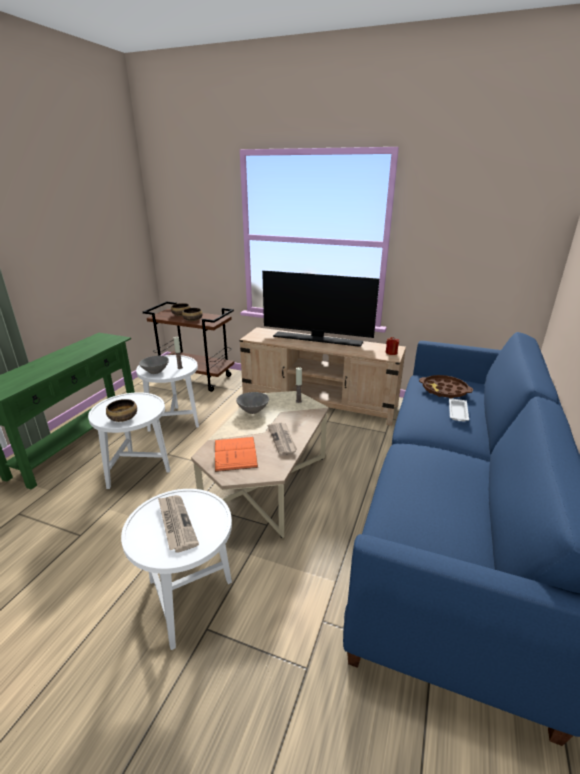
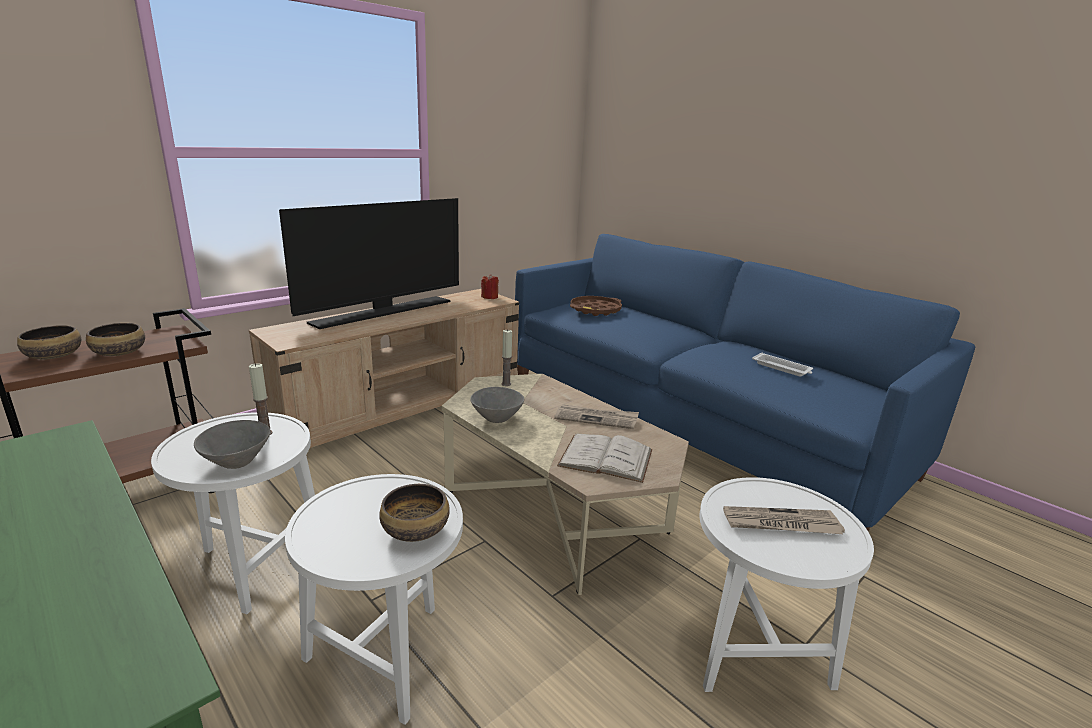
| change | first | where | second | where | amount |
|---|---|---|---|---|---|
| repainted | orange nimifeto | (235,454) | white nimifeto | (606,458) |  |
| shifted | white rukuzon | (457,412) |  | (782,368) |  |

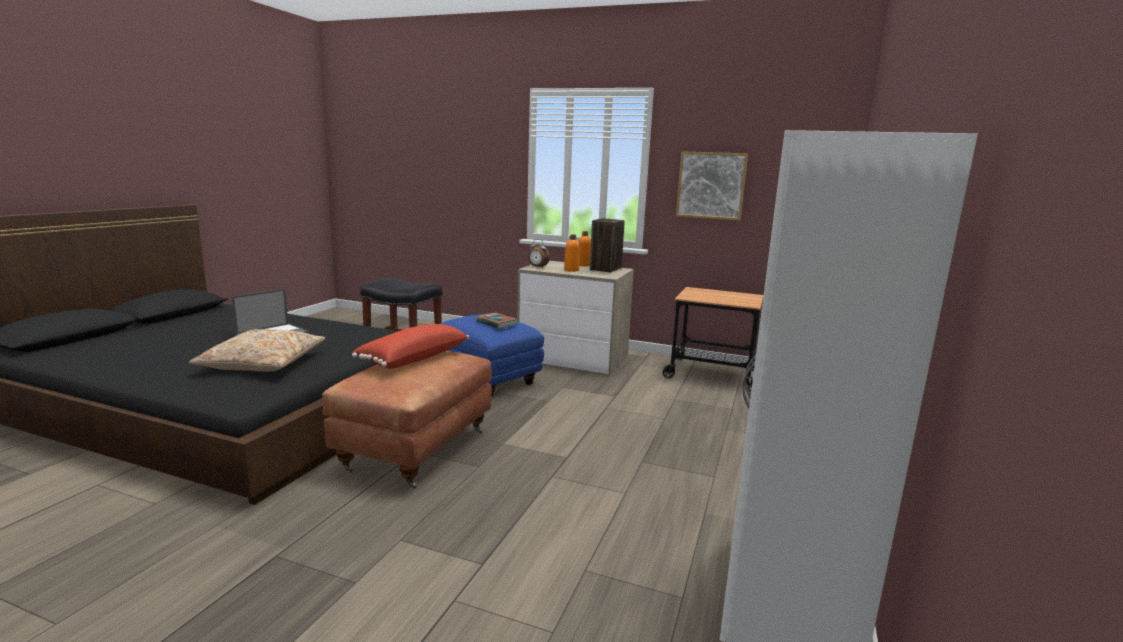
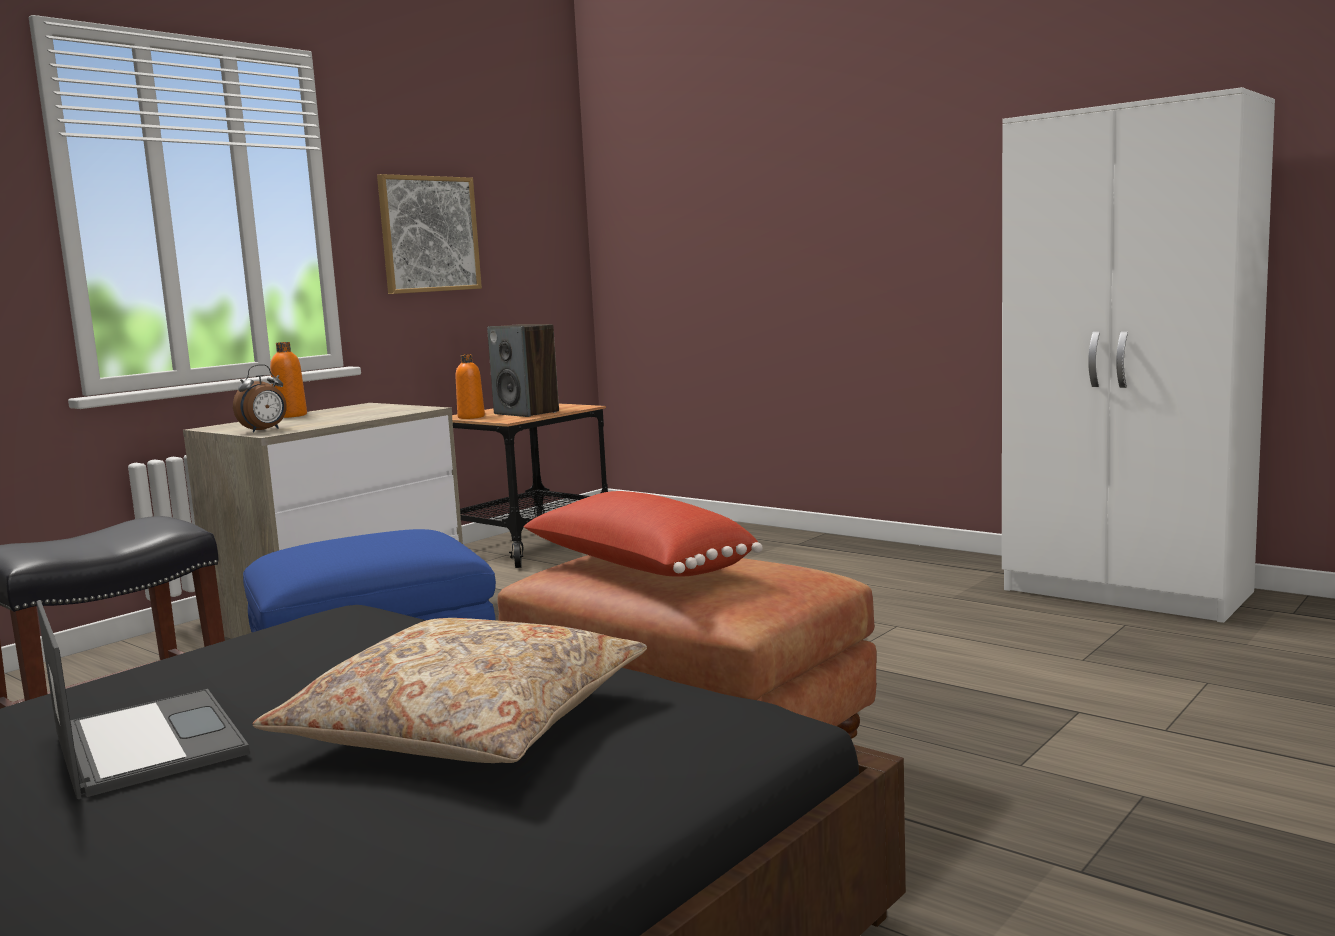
| change | first | where | second | where | amount |
|---|---|---|---|---|---|
| shifted | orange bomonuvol | (571,270) |  | (471,417) |  |
| shifted | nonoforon | (605,269) |  | (527,413) |  |
| gone | nimifeto | (497,323) |  |  |  |

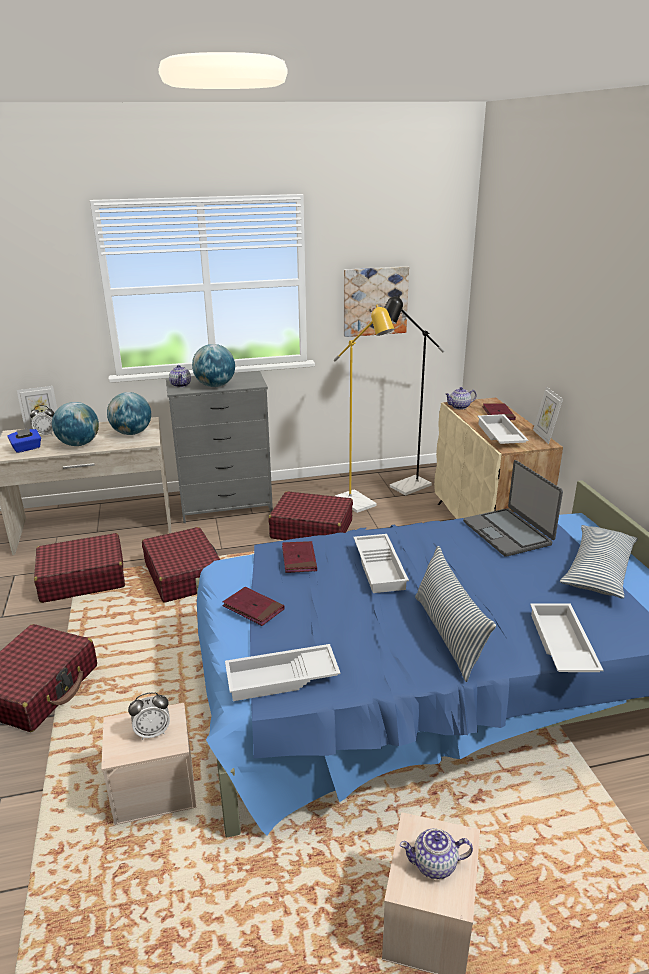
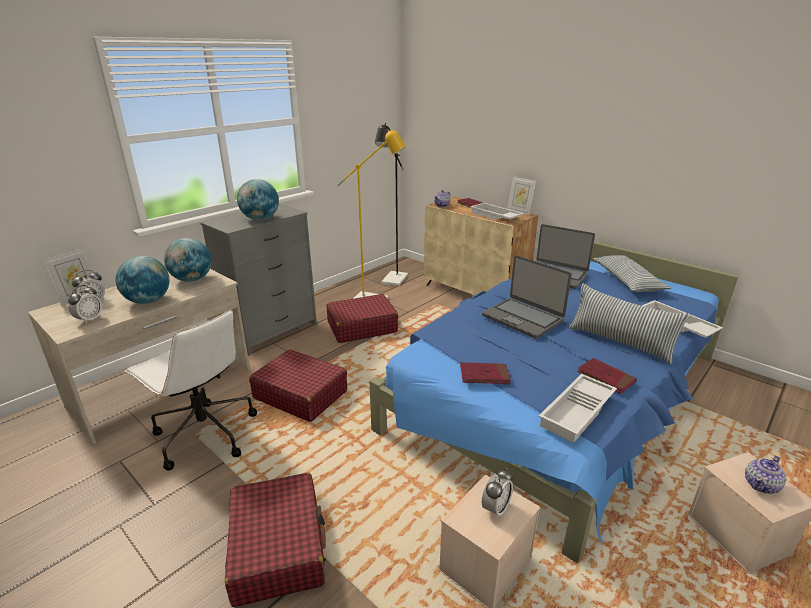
| change | first | where | second | where | amount |
|---|---|---|---|---|---|
| swapped | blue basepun | (27,448) | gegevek | (89,319) |  |
| swapped | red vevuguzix | (82,579) | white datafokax | (204,434) |  |
| swapped | white rukuzon | (381,567) | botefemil | (522,318) |  |
| shifted | red nimifeto | (299,559) |  | (605,377) |  |
| gone | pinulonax | (181,385) |  |  |  |
| gone | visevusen | (375,301) |  |  |  |

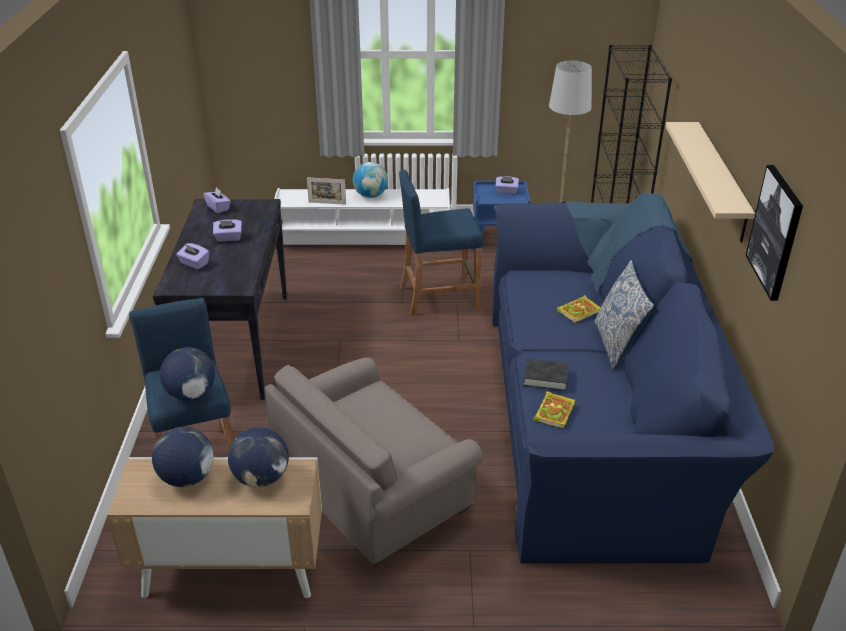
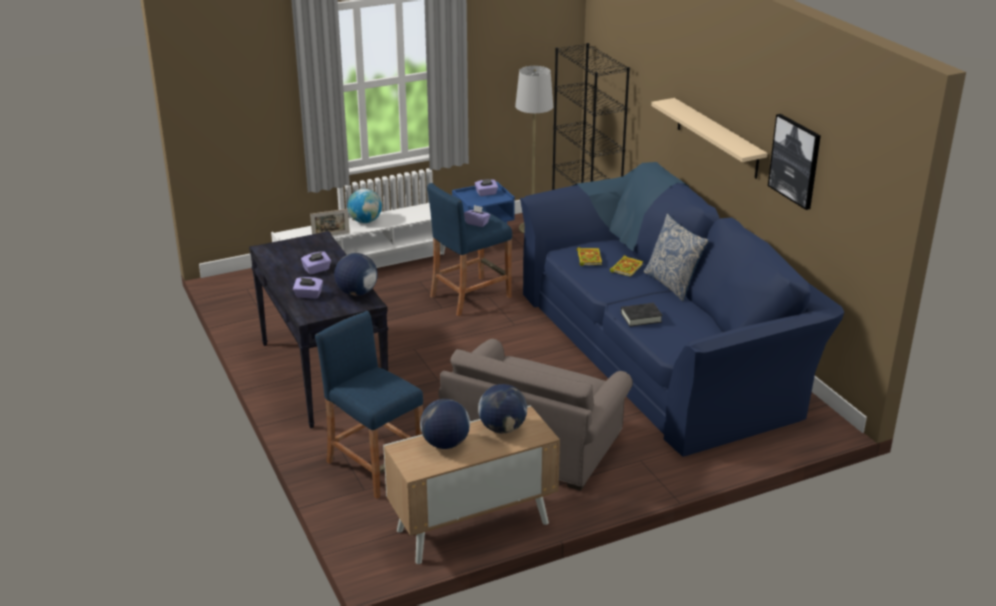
| change | first | where | second | where | amount |
|---|---|---|---|---|---|
| shifted | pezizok | (191,394) |  | (357,293) |  |
| shifted | purple basepun | (218,208) |  | (477,223) |  |
| shifted | nimifeto | (554,411) |  | (588,258) |  |

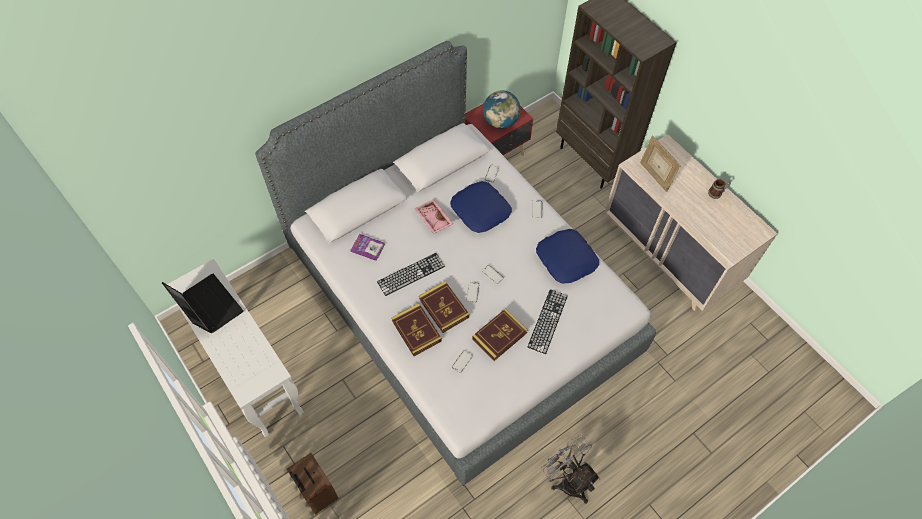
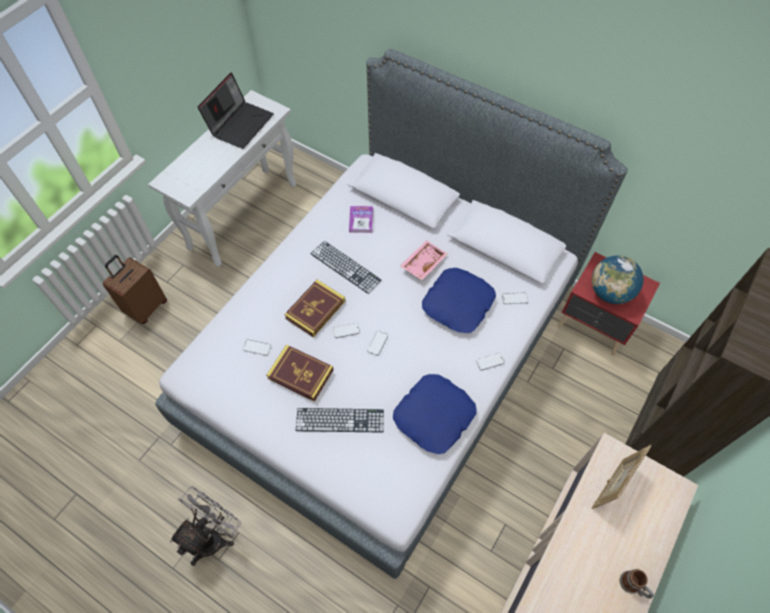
| change | first | where | second | where | amount |
|---|---|---|---|---|---|
| gone | nimifeto | (416,331) |  |  |  |

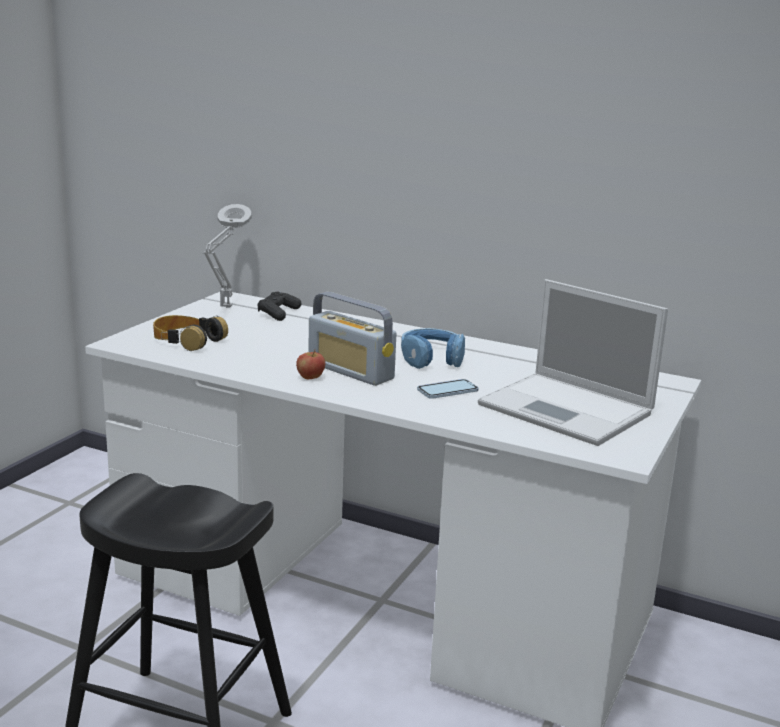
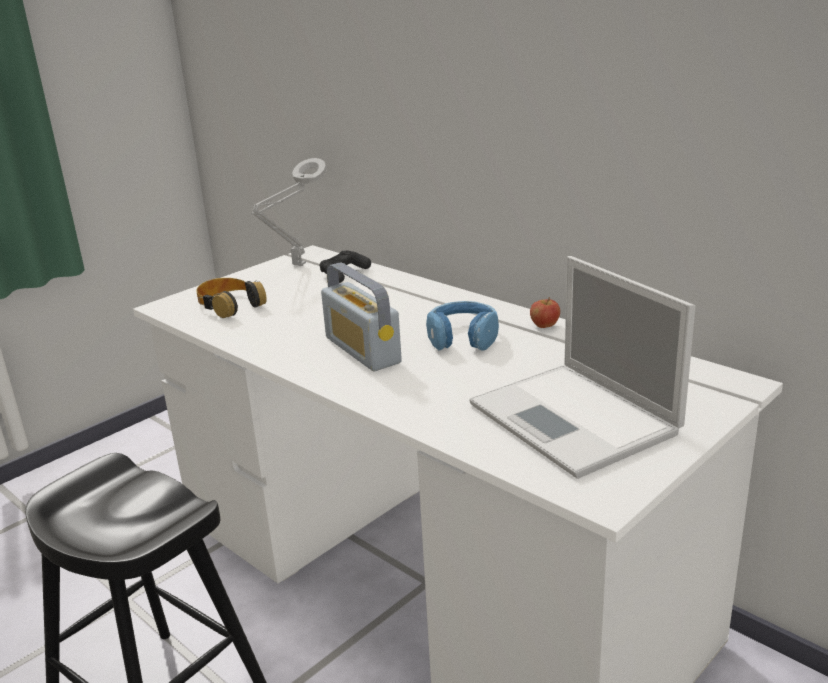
| change | first | where | second | where | amount |
|---|---|---|---|---|---|
| shifted | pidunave | (310,377) |  | (544,326) |  |
| gone | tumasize | (447,391) |  |  |  |

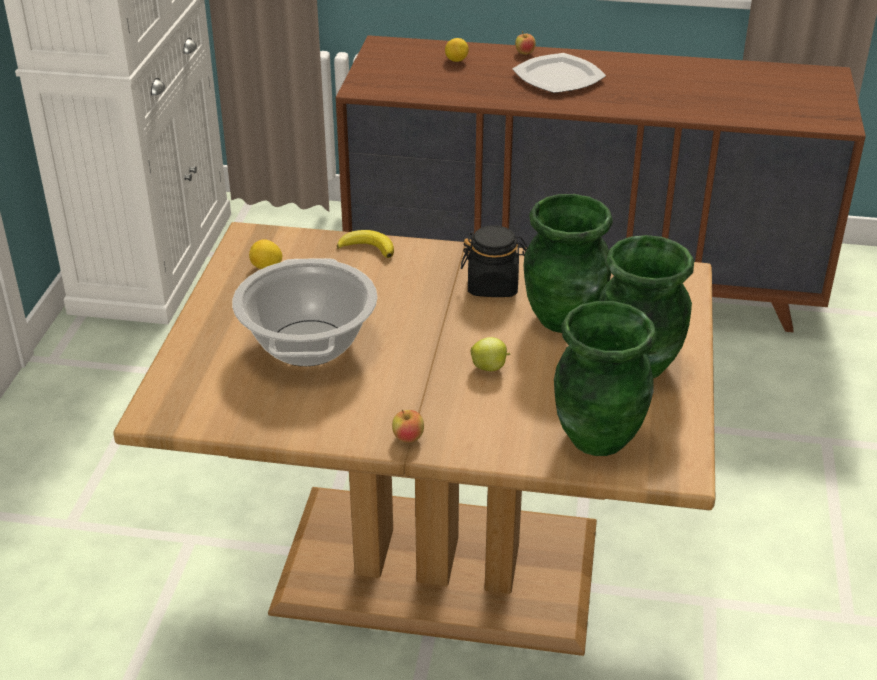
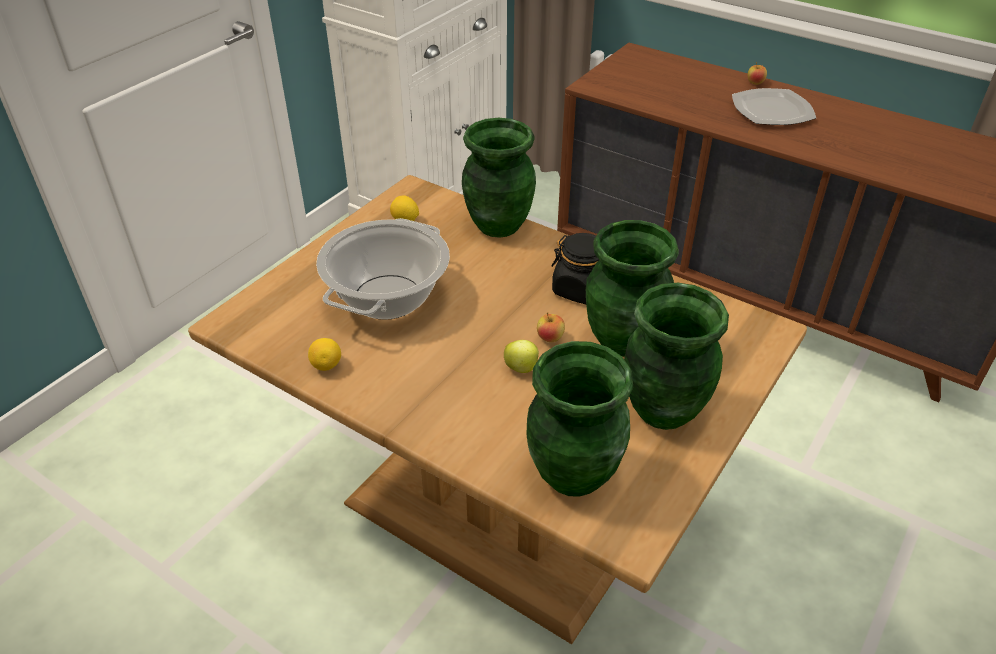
| change | first | where | second | where | amount |
|---|---|---|---|---|---|
| shifted | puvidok | (456,60) |  | (327,365) |  |
| swapped | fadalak | (368,248) | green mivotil | (498,225) |  |
| shifted | pidunave | (408,438) |  | (550,338) |  |

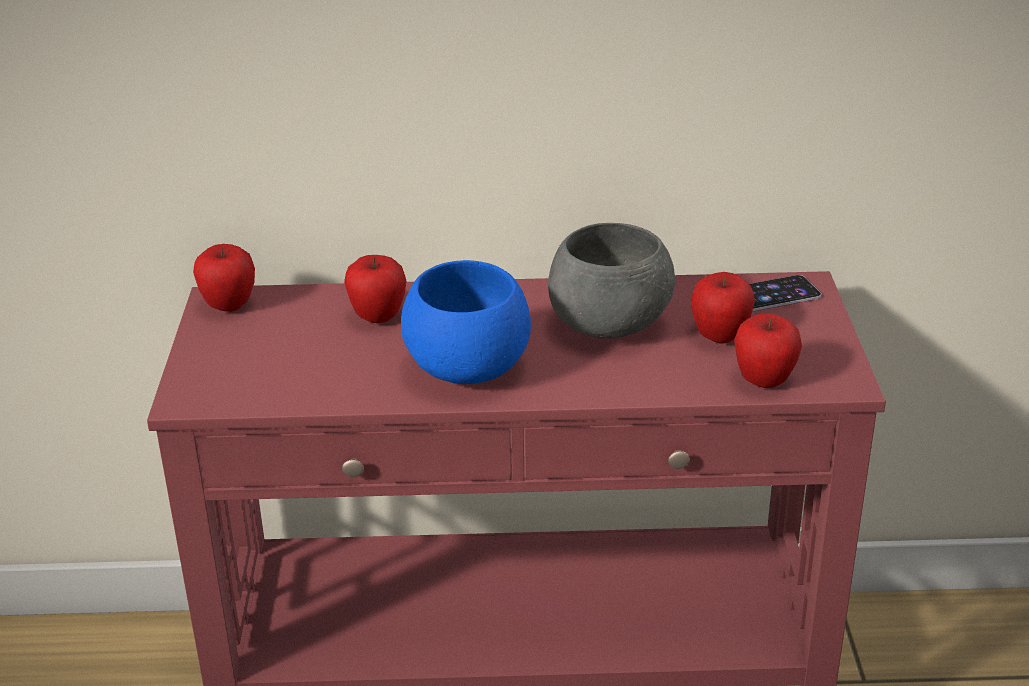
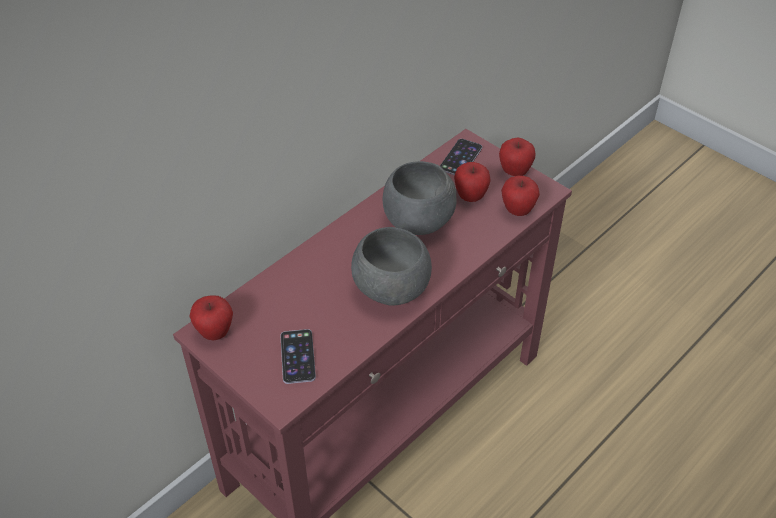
| change | first | where | second | where | amount |
|---|---|---|---|---|---|
| new |  |  | tumasize | (297,356) |  |
| repainted | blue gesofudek | (466,370) | grey gesofudek | (390,290) |  |
| shifted | pidunave | (378,318) |  | (514,172) |  |

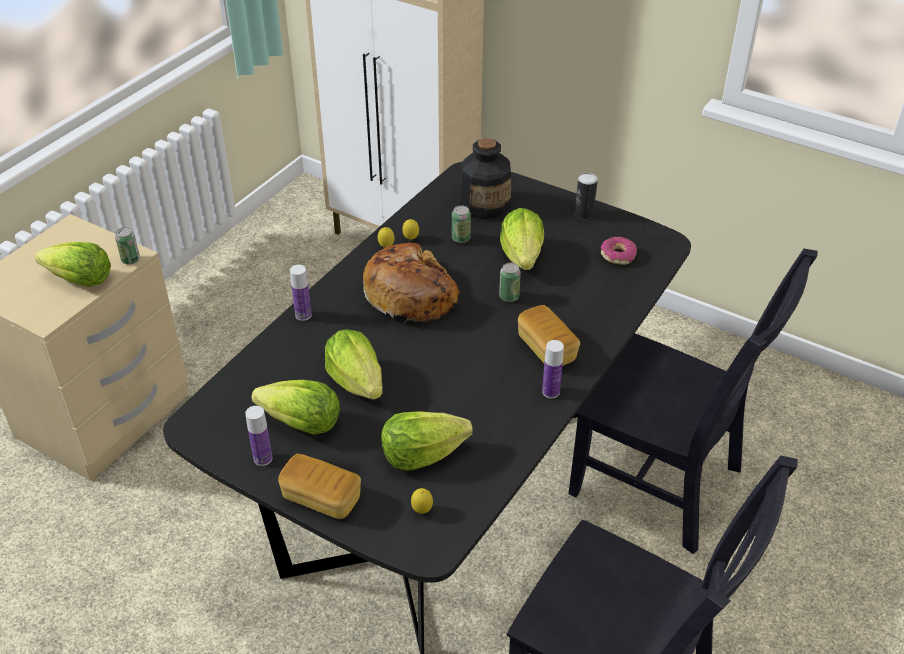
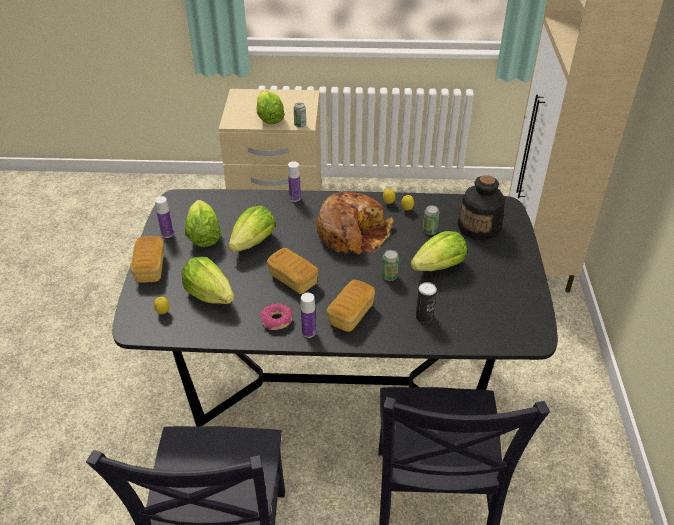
| change | first | where | second | where | amount |
|---|---|---|---|---|---|
| shifted | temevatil | (618,255) |  | (277,320) |  |
| new |  |  | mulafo | (293,279) |  |
| shifted | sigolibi | (584,214) |  | (424,317) |  |

